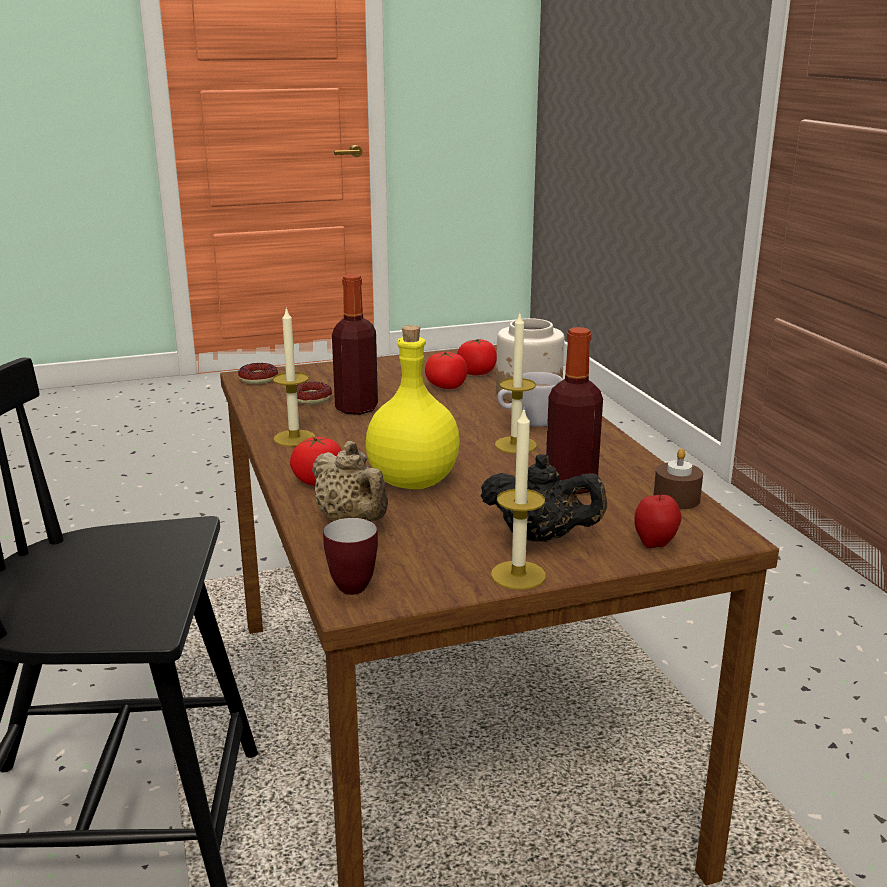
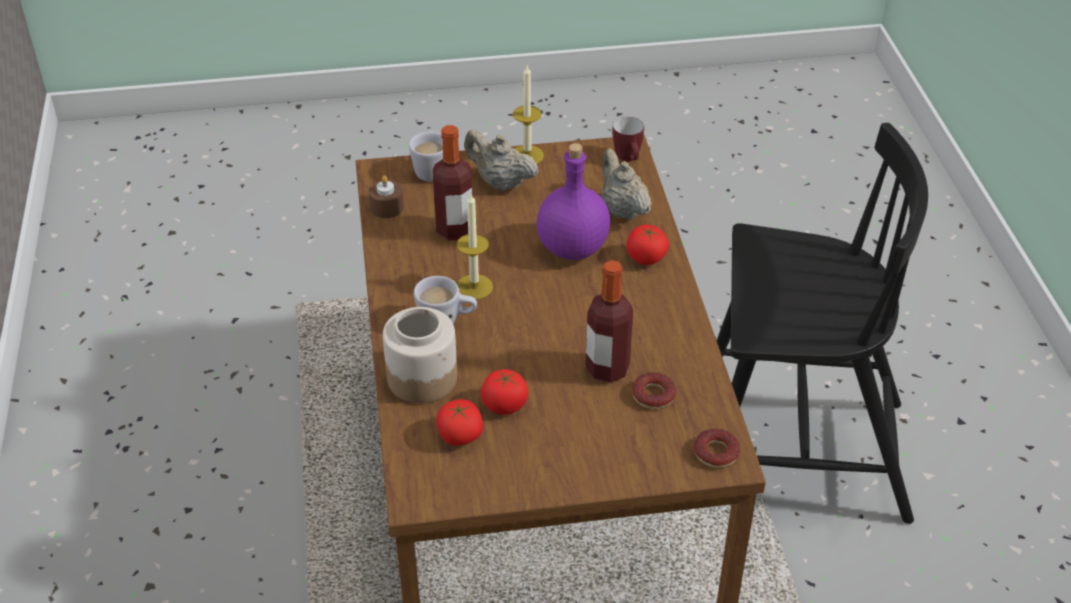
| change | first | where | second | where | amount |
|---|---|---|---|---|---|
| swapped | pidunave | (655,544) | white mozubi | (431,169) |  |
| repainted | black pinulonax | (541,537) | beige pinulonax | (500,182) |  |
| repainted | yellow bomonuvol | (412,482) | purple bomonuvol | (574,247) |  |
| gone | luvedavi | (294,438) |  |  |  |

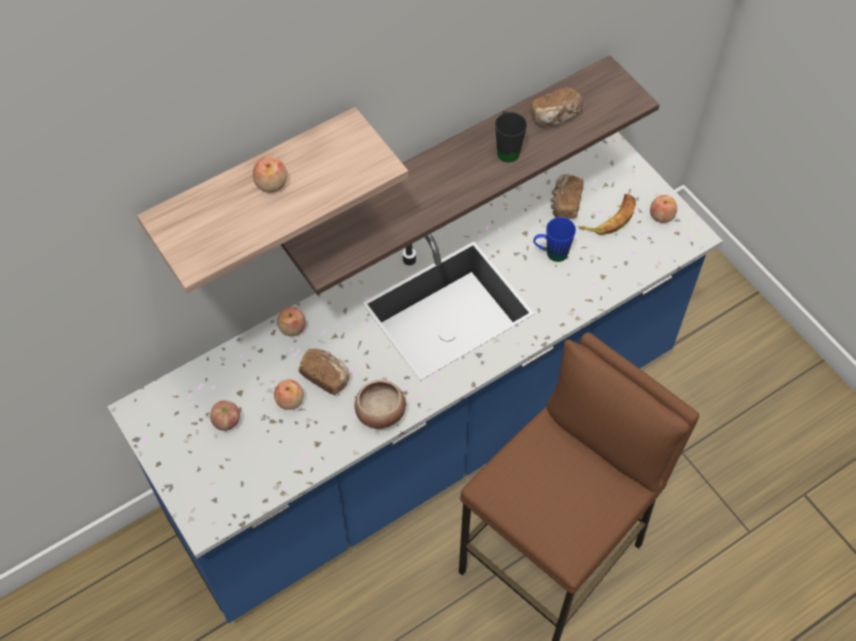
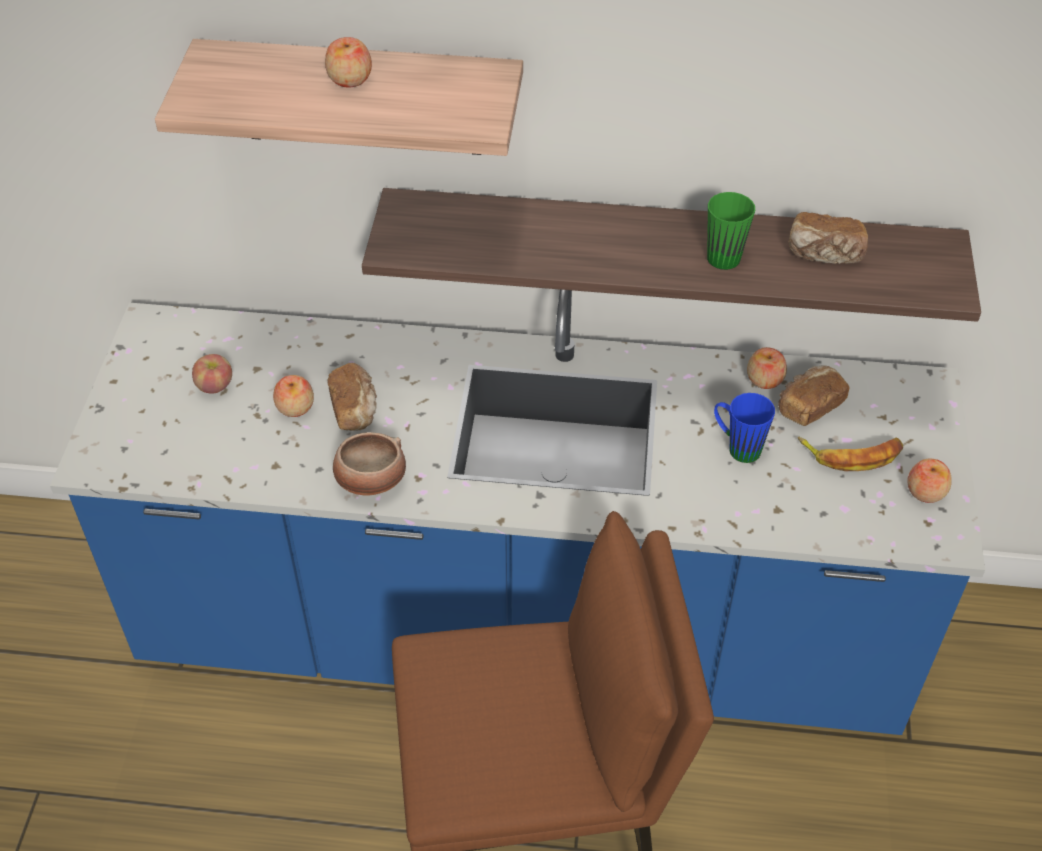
| change | first | where | second | where | amount |
|---|---|---|---|---|---|
| repainted | black mozubi | (507,148) | green mozubi | (727,253) |  |
| shifted | pidunave | (292,327) |  | (764,379) |  |

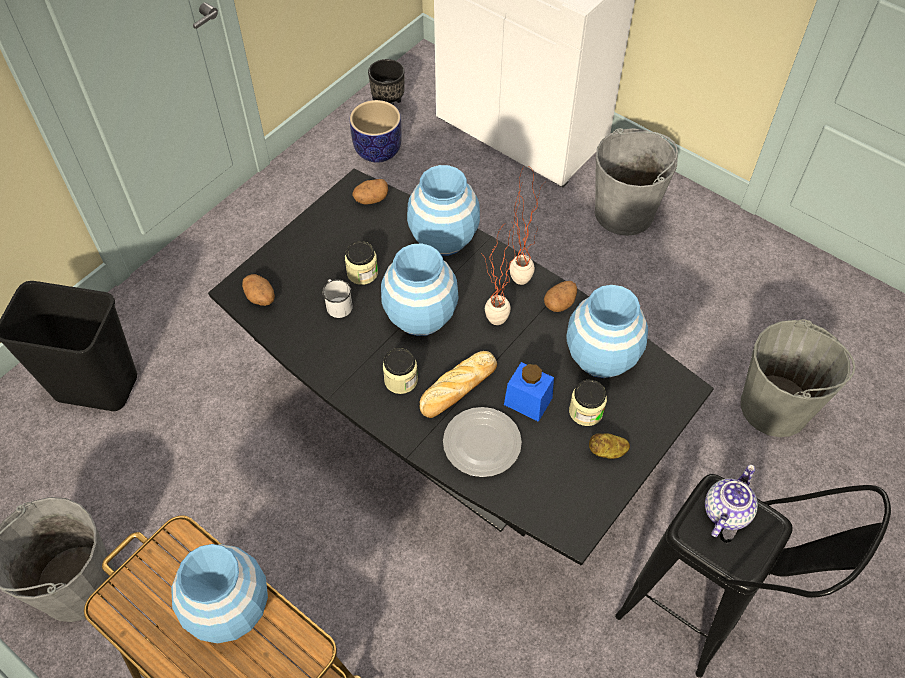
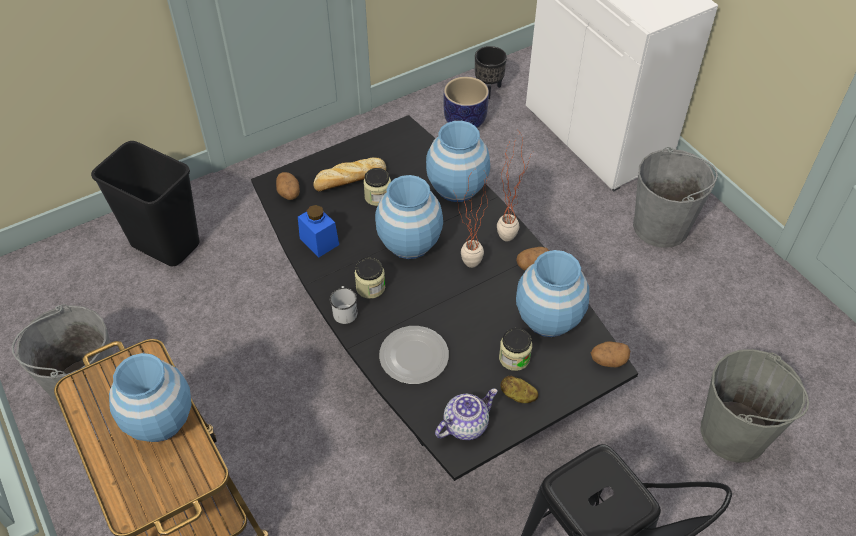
| change | first | where | second | where | amount |
|---|---|---|---|---|---|
| shifted | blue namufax | (528,401) |  | (319,241) |  |
| shifted | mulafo | (457,389) |  | (349,180) |  |
| shifted | white mozubi | (337,304) |  | (345,311) |  |
| shifted | pinulonax | (725,511) |  | (465,424) |  |
| shifted | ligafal | (371,199) |  | (608,360) |  |

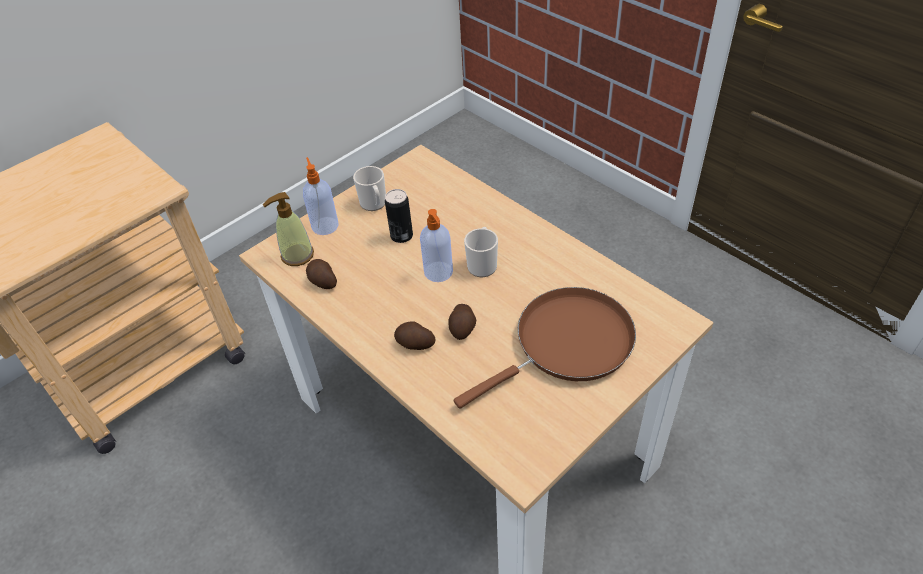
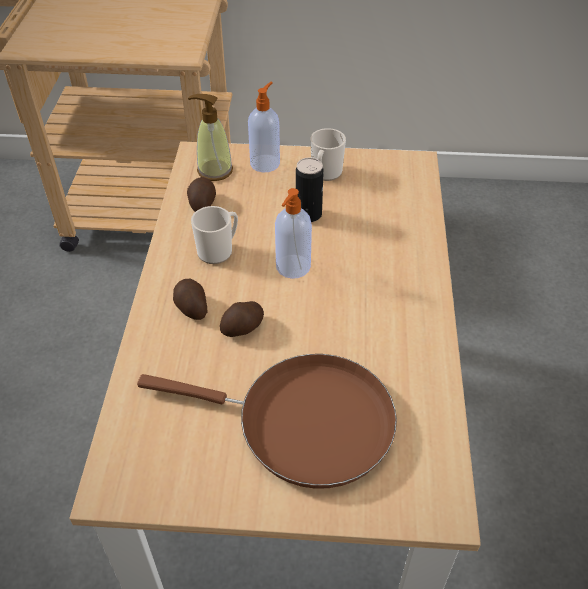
| change | first | where | second | where | amount |
|---|---|---|---|---|---|
| shifted | mozubi | (482,264) |  | (218,250) |  |

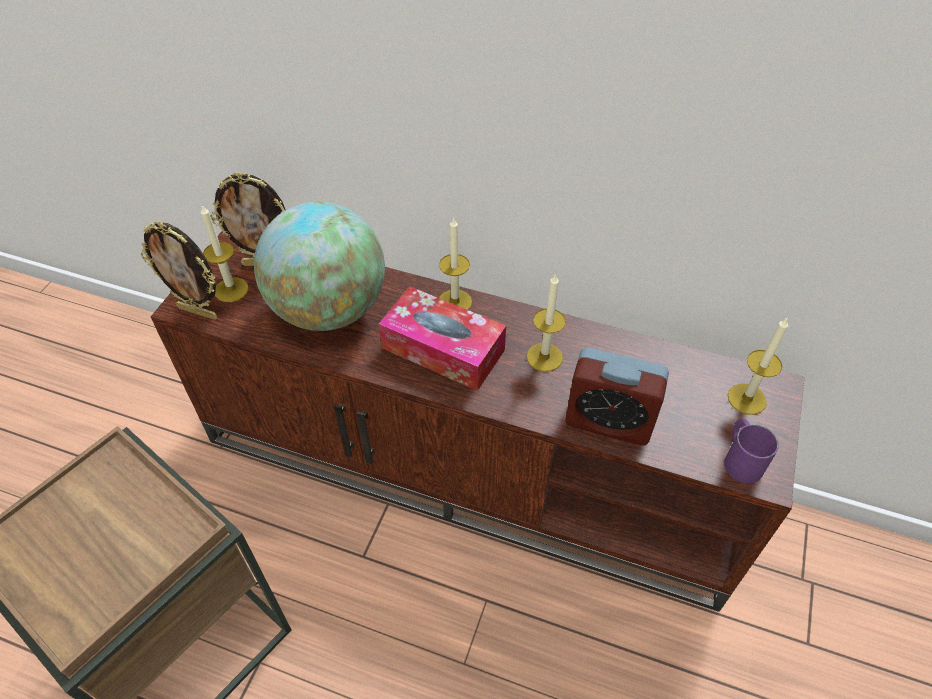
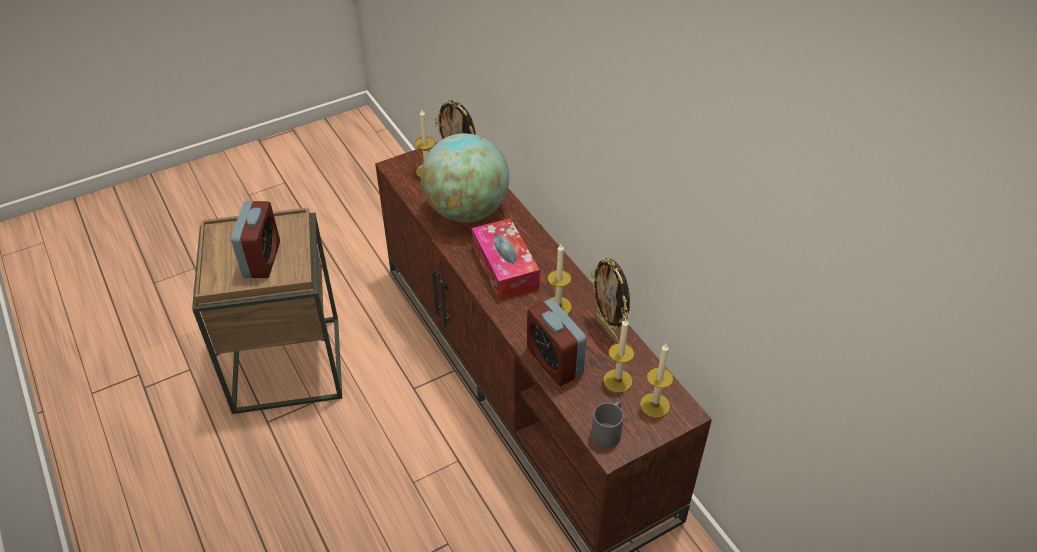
| change | first | where | second | where | amount |
|---|---|---|---|---|---|
| new |  |  | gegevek | (262,259) |  |
| shifted | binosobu | (199,312) |  | (607,329) |  |
| repainted | purple mozubi | (740,458) | grey mozubi | (608,430) |  |
| shifted | luvedavi | (455,302) |  | (617,381) |  |

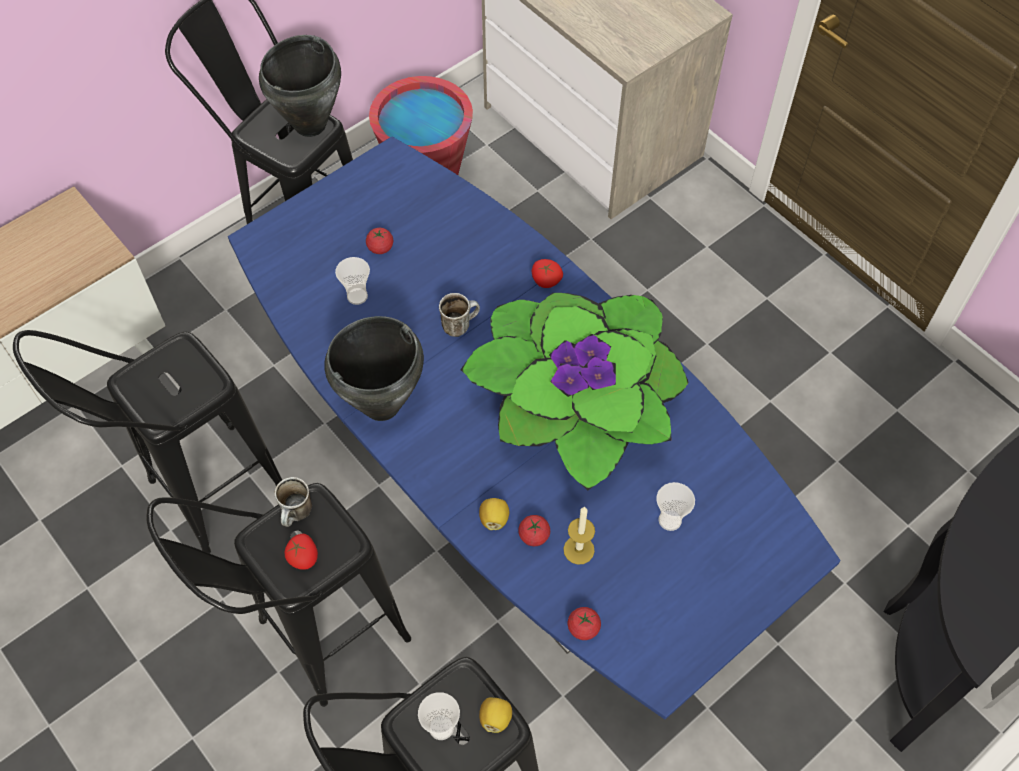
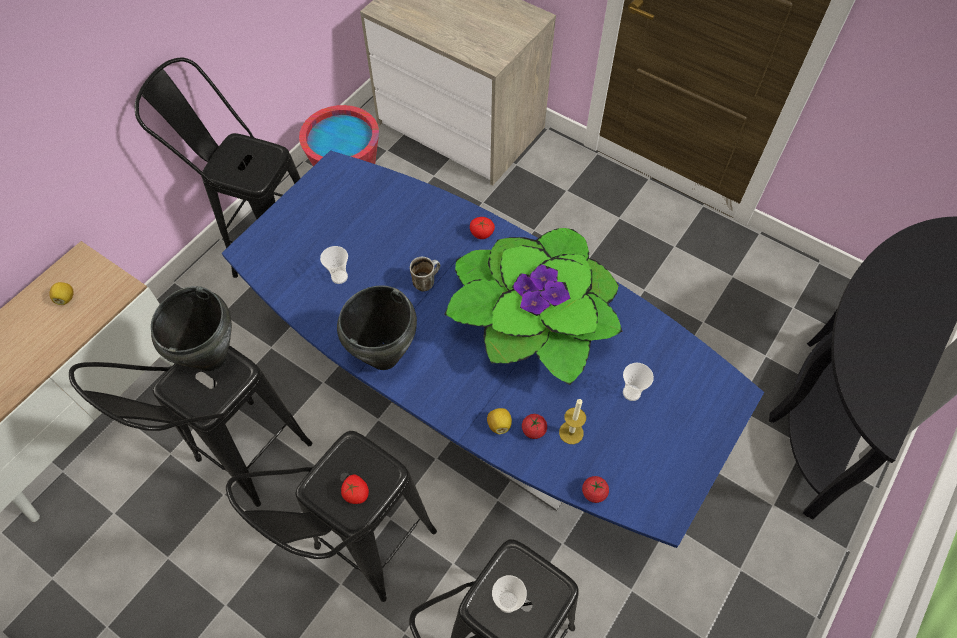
| change | first | where | second | where | amount |
|---|---|---|---|---|---|
| shifted | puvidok | (495,718) |  | (66,298) |  |
| shifted | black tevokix | (311,125) |  | (212,358) |  |
| gone | mozubi | (297,515) |  |  |  |
| gone | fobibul | (380,248) |  |  |  |

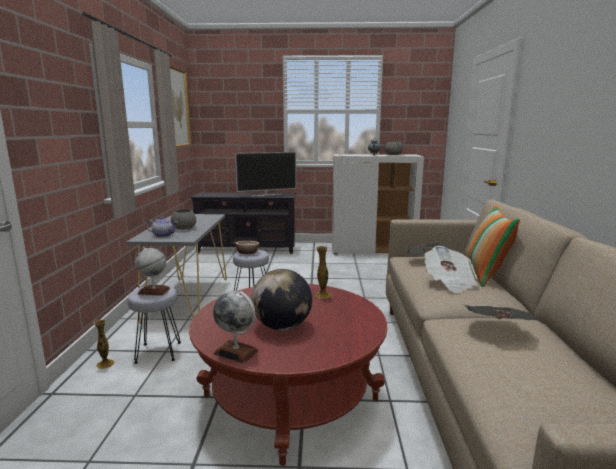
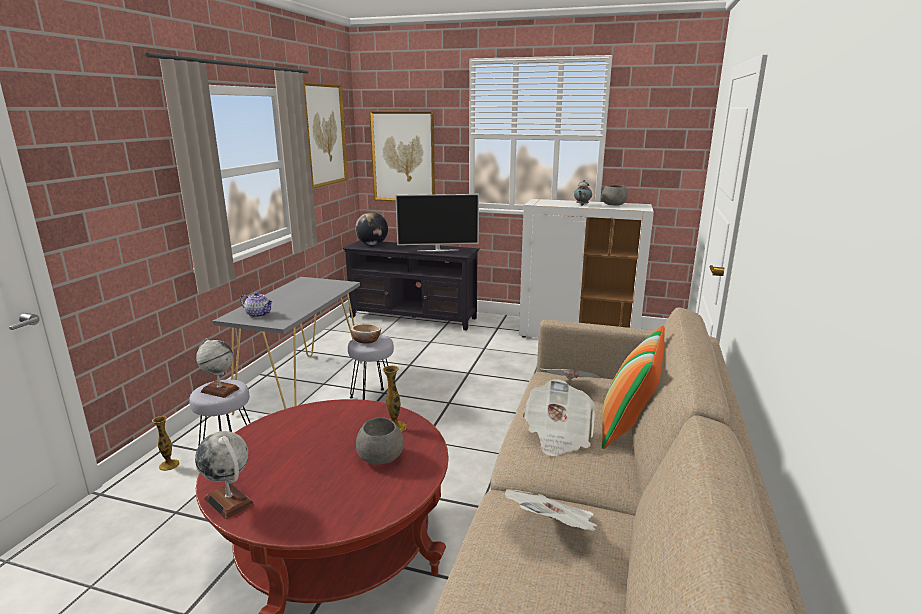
| change | first | where | second | where | amount |
|---|---|---|---|---|---|
| shifted | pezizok | (282,326) |  | (372,244) |  |
| shifted | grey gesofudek | (184,228) |  | (380,456) |  |
| new |  |  | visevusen | (403,157) |  |

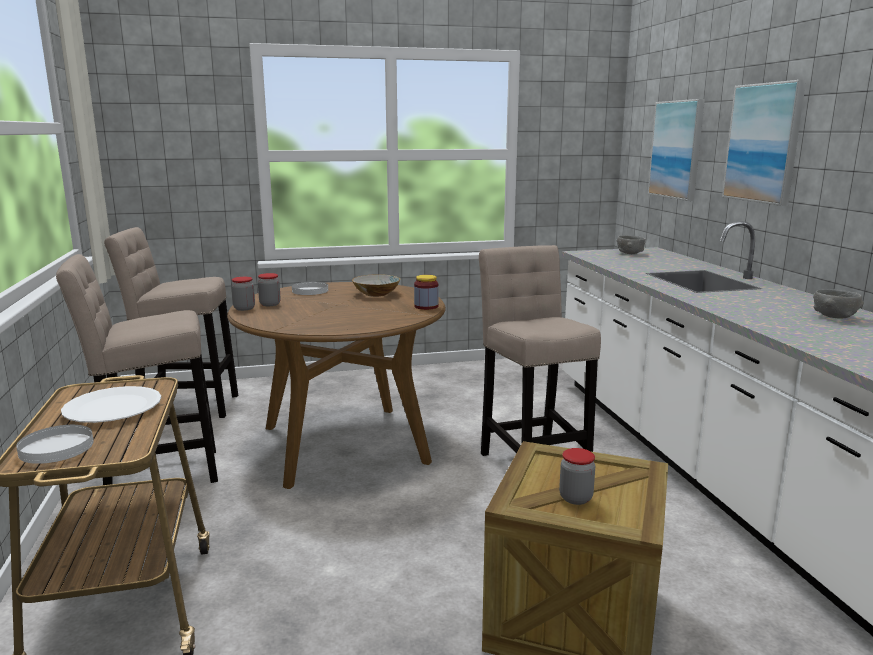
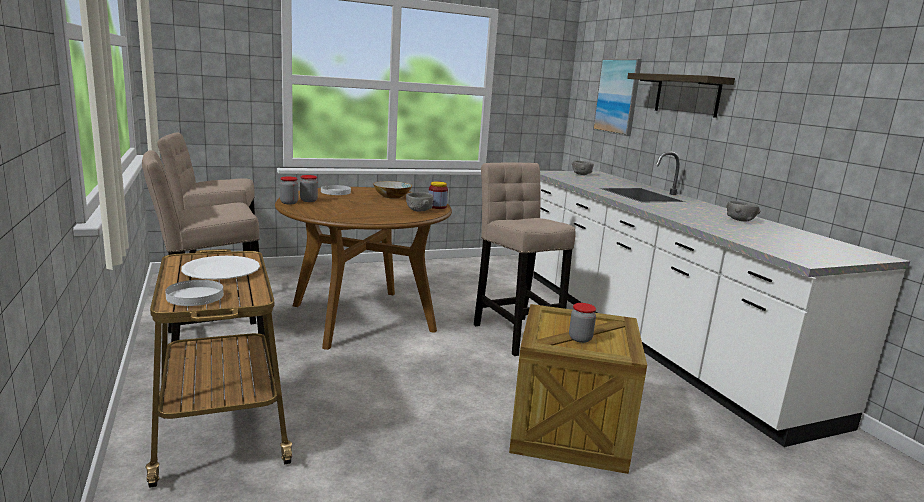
| change | first | where | second | where | amount |
|---|---|---|---|---|---|
| new |  |  | grey gesofudek | (419,210) |  |
| swapped | visevusen | (763,143) | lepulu | (687,95) |  |

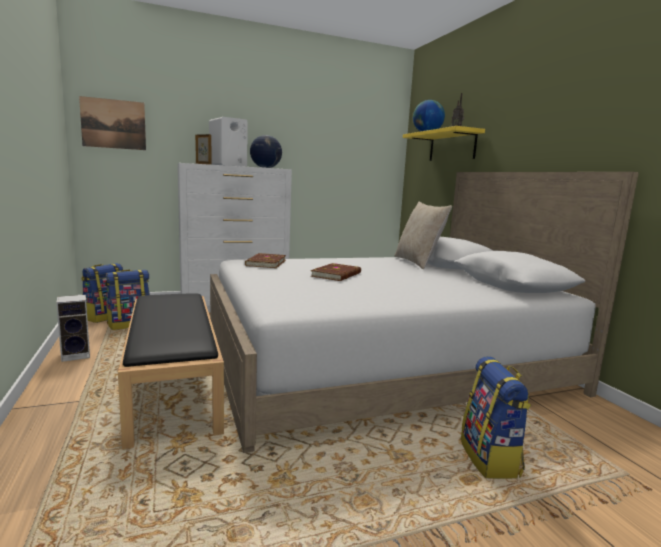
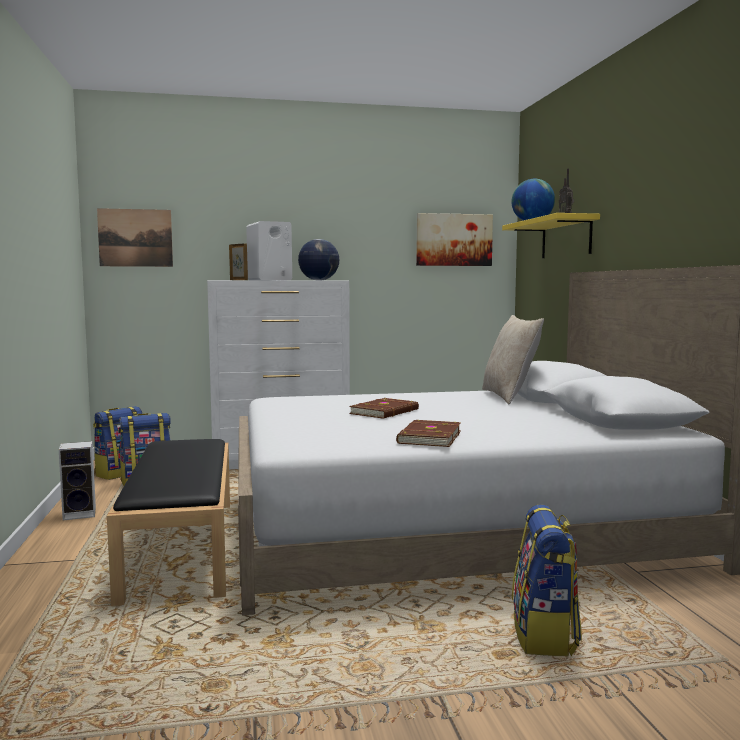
| change | first | where | second | where | amount |
|---|---|---|---|---|---|
| shifted | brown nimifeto | (265,263) |  | (428,437) |  |
| new |  |  | visevusen | (454,240) |  |

